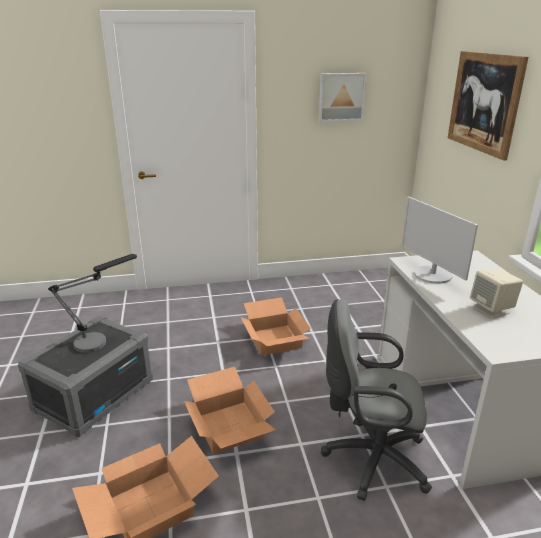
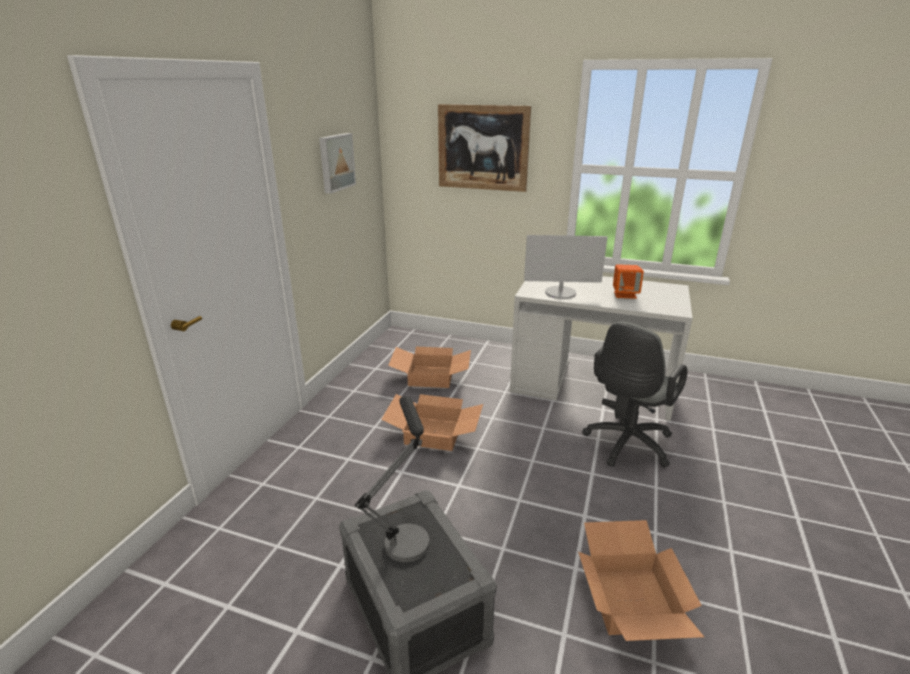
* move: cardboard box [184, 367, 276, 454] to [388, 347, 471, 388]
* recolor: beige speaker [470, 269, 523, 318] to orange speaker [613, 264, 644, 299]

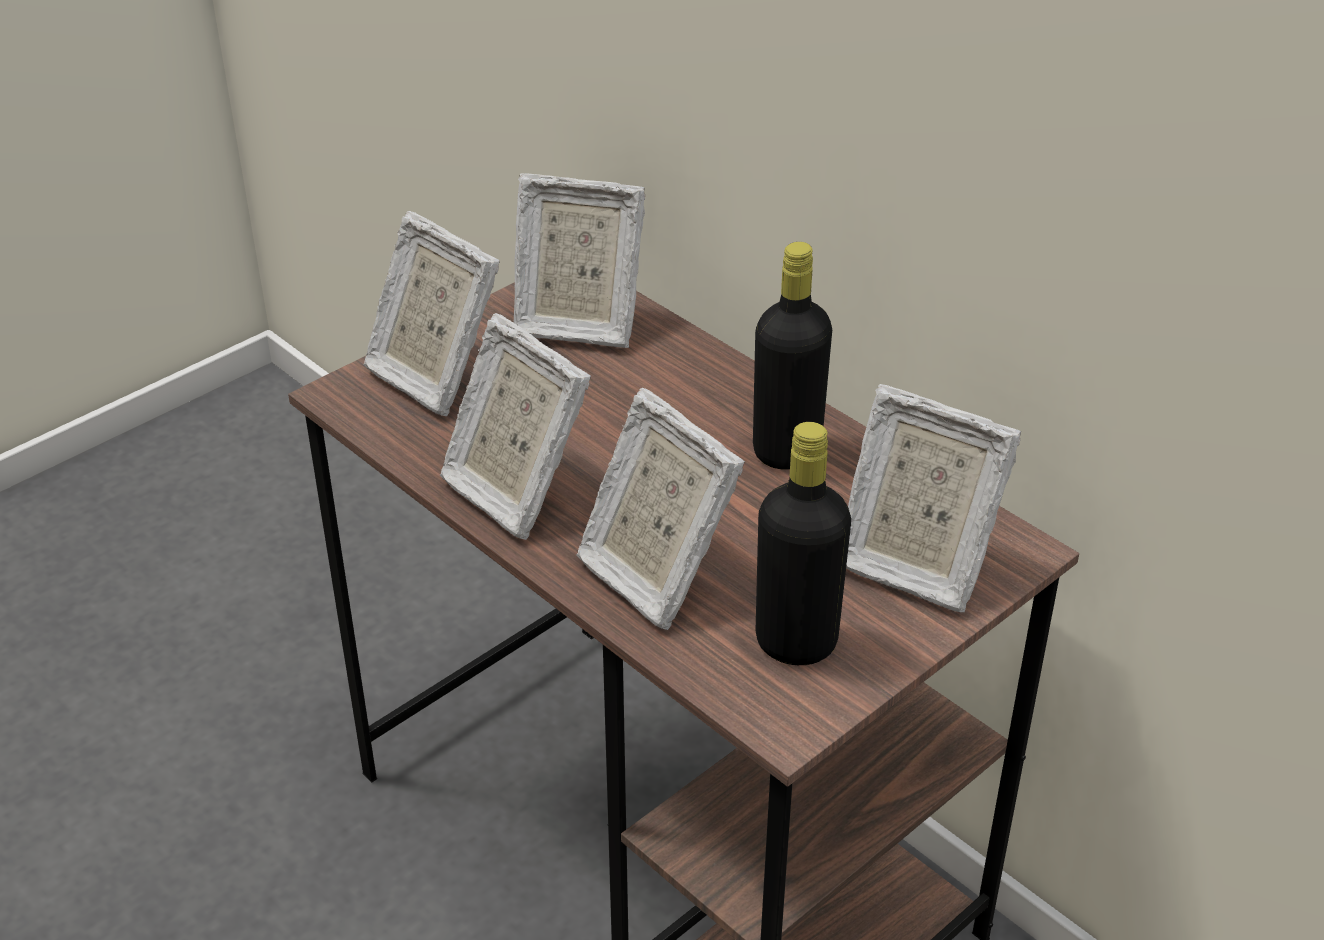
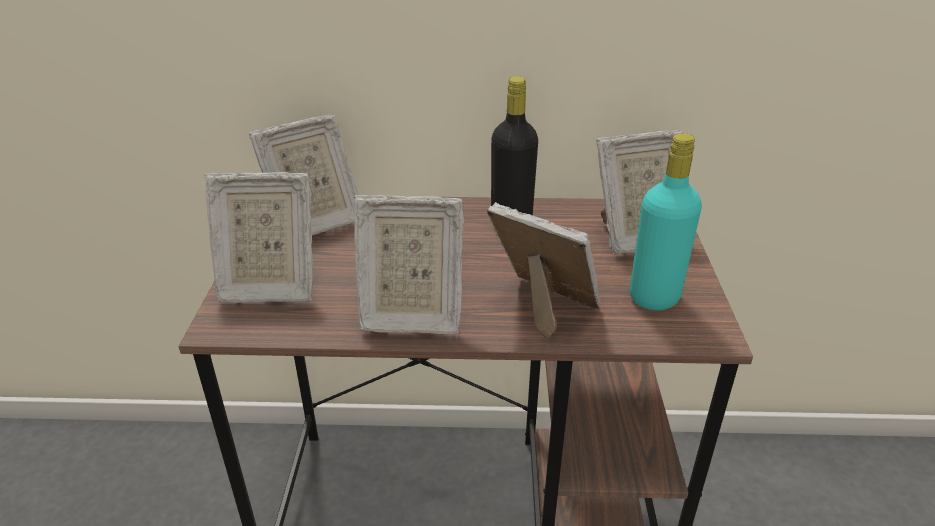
* rotate: picture frame [576, 388, 745, 630] = [487, 202, 600, 339] 150 degrees counterclockwise
* recolor: black bottle [756, 422, 851, 665] to turquoise bottle [630, 133, 702, 310]

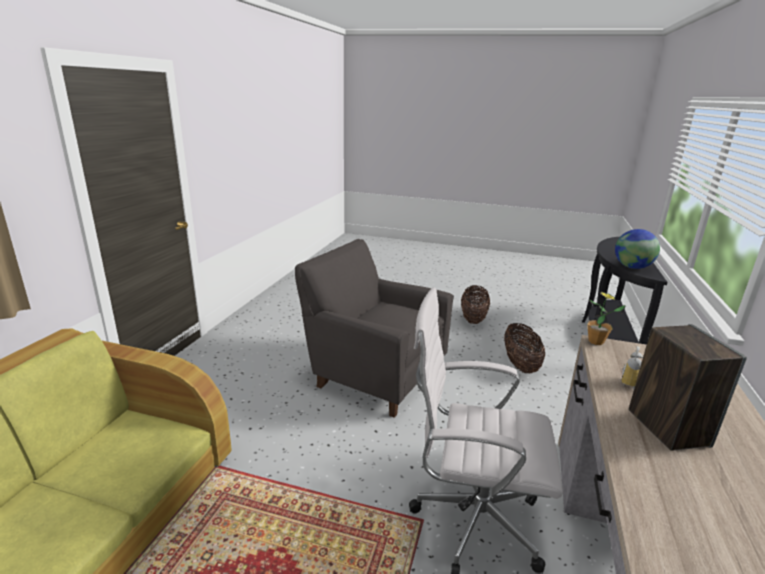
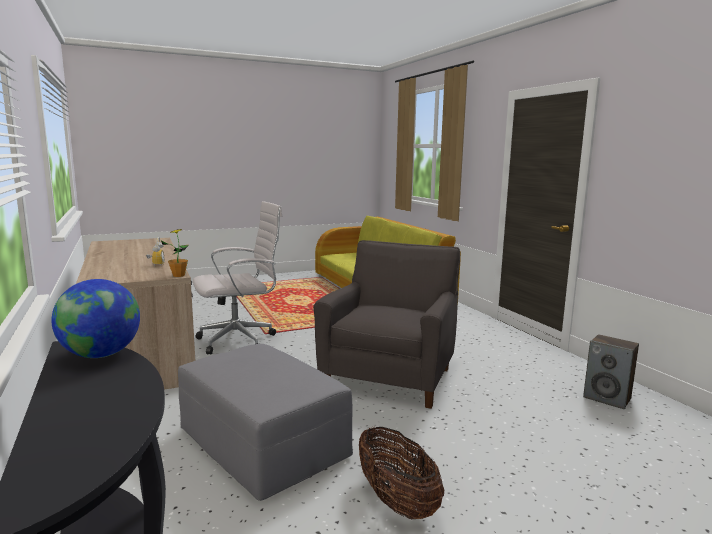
* rotate: grey armchair [295, 239, 454, 418] = [313, 240, 460, 409] 60 degrees counterclockwise
* replace: basket [504, 323, 545, 373] to grey ottoman [178, 344, 353, 501]
* move: speaker [629, 324, 747, 451] to [583, 334, 639, 409]

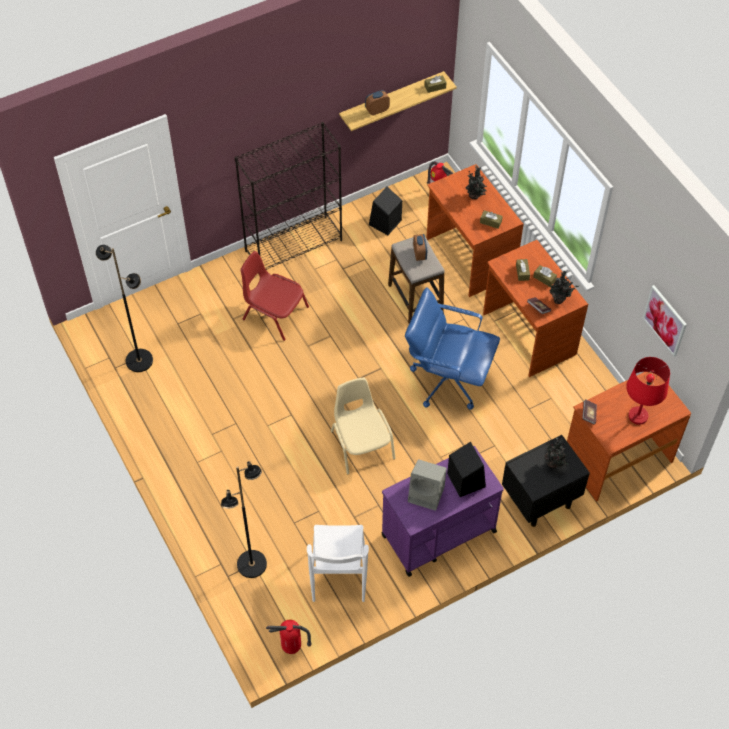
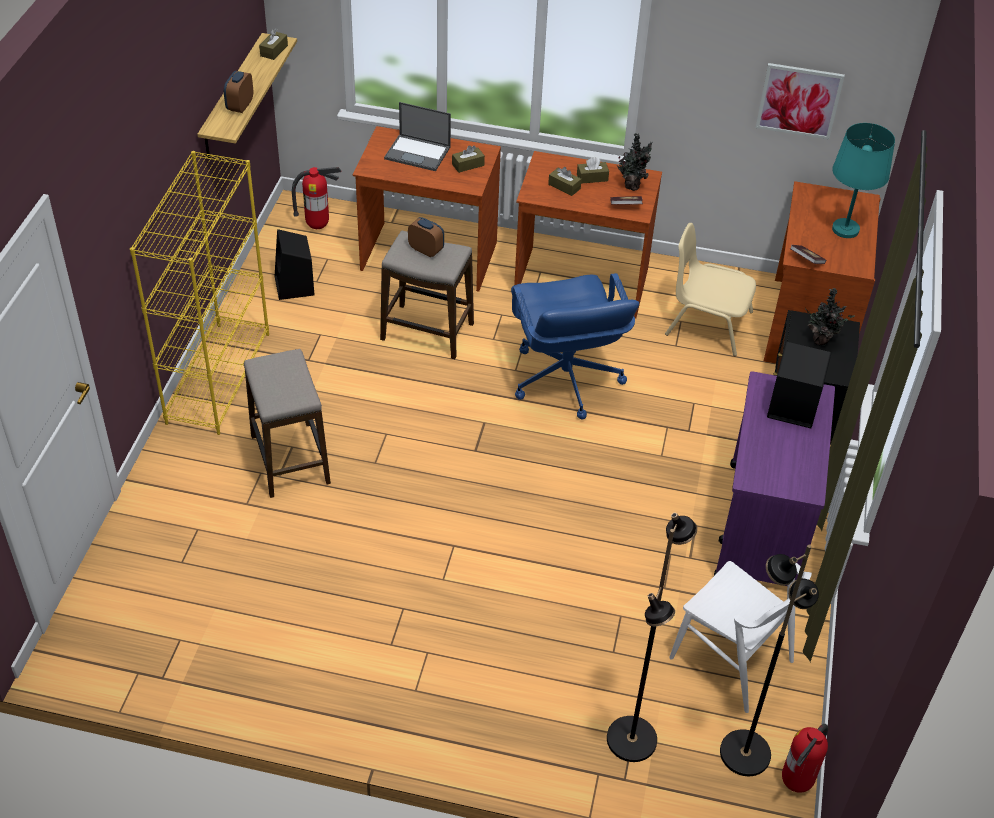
* move: black floor lamp [96, 245, 153, 372] to [720, 545, 819, 776]
* recolor: black bookcase [235, 122, 342, 270] to yellow bookcase [130, 151, 269, 435]
* replace: red chair [241, 251, 309, 341] to stool [244, 349, 331, 498]
* move: beige chair [331, 378, 395, 475] to [665, 223, 756, 356]
* rotate: blue office chair [405, 288, 500, 410] = [511, 273, 639, 420] 75 degrees counterclockwise
* delete: grey speaker [408, 459, 447, 511]
* replace: potted plant [465, 165, 487, 199] to laptop [384, 102, 451, 171]
* recolor: red table lamp [626, 357, 670, 425] to turquoise table lamp [832, 123, 895, 238]

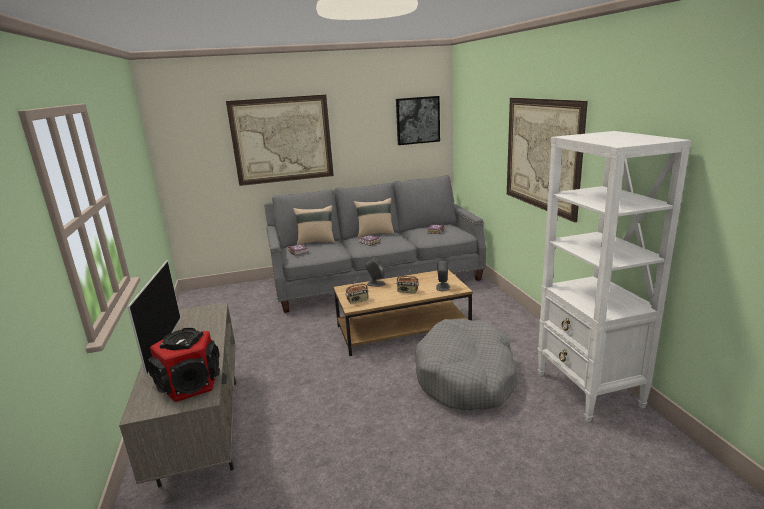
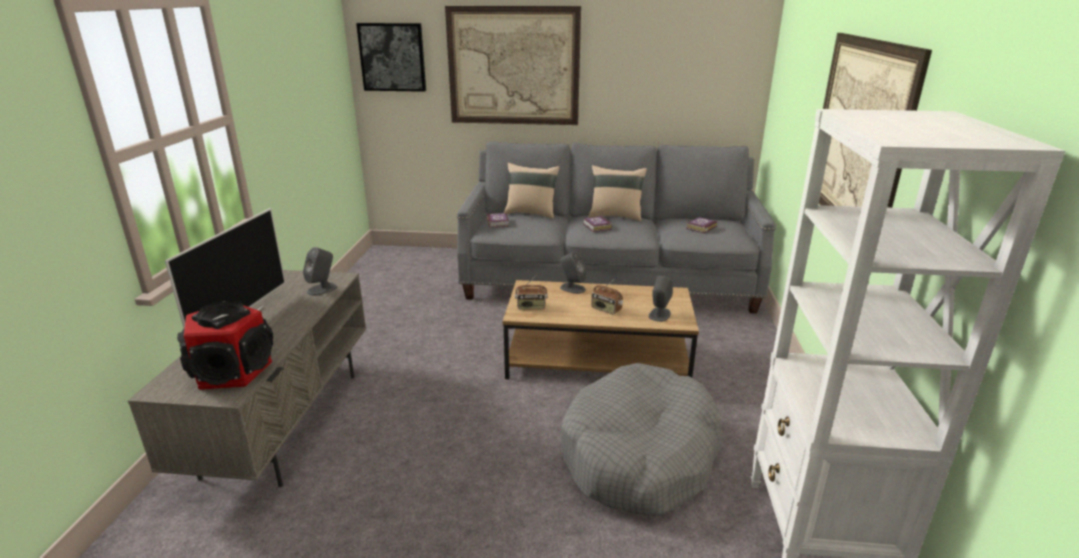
* move: picture [396, 96, 440, 145] to [356, 23, 426, 92]
* insert: grey speaker [303, 247, 337, 296]

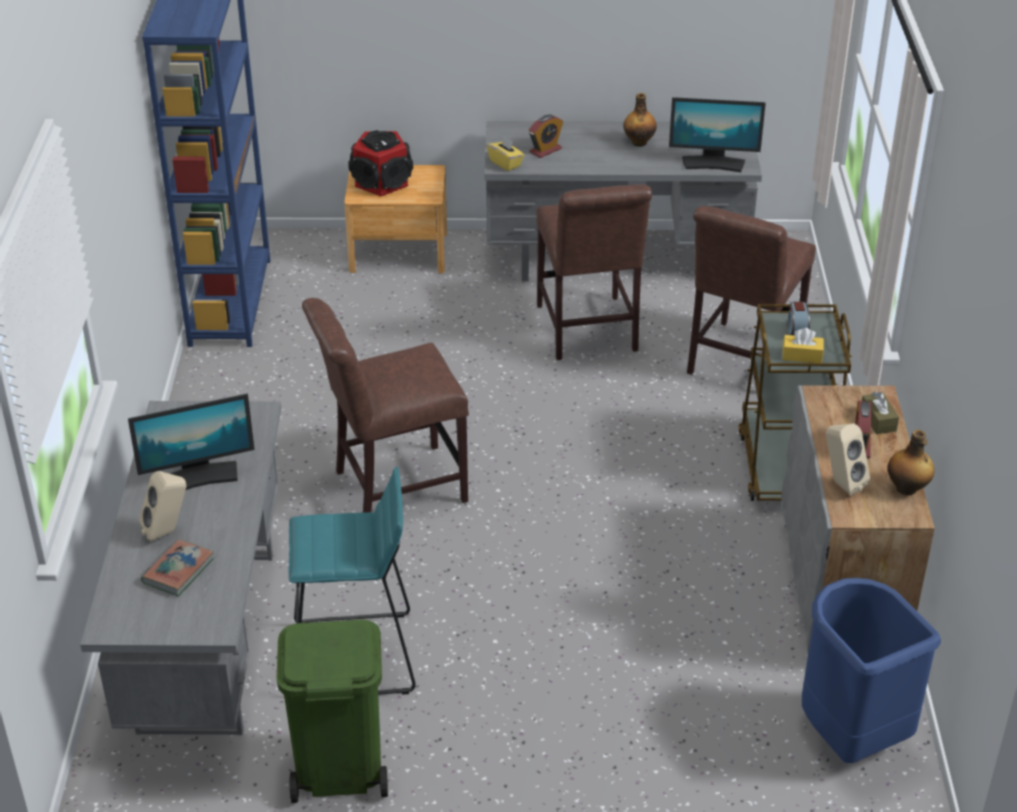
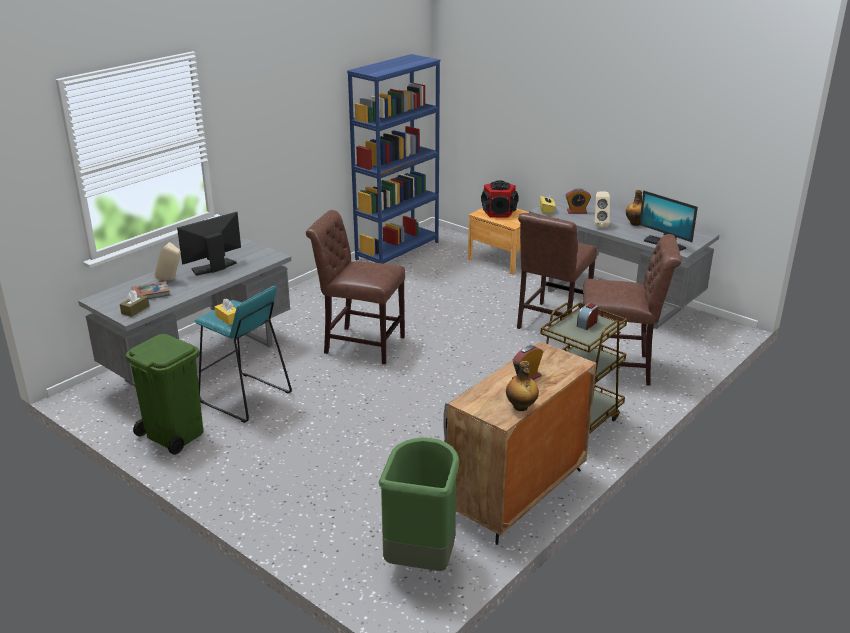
* rotate: monitor [128, 393, 255, 490] = [177, 212, 241, 276] 120 degrees clockwise
* rotate: brown chair [687, 206, 816, 375] = [583, 234, 682, 386] 150 degrees counterclockwise
* move: yellow tissue box [782, 328, 824, 363] to [215, 298, 236, 325]
* recolor: blue trash can [802, 578, 941, 763] to green trash can [378, 437, 459, 571]
* move: beige speaker [826, 423, 870, 496] to [595, 191, 610, 228]
* move: brown tissue box [862, 391, 899, 434] to [120, 290, 149, 317]

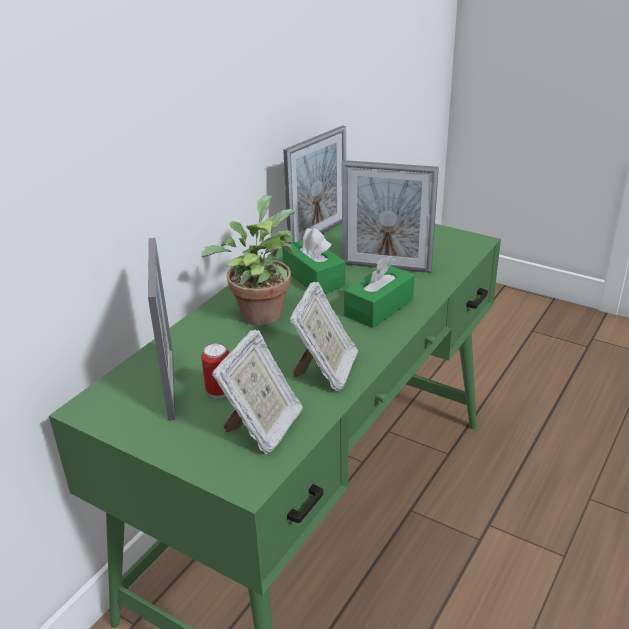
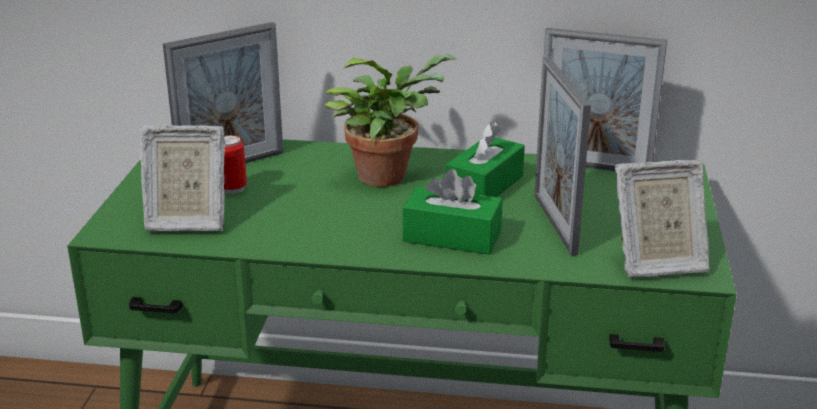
* move: picture frame [290, 282, 358, 392] to [615, 160, 710, 278]

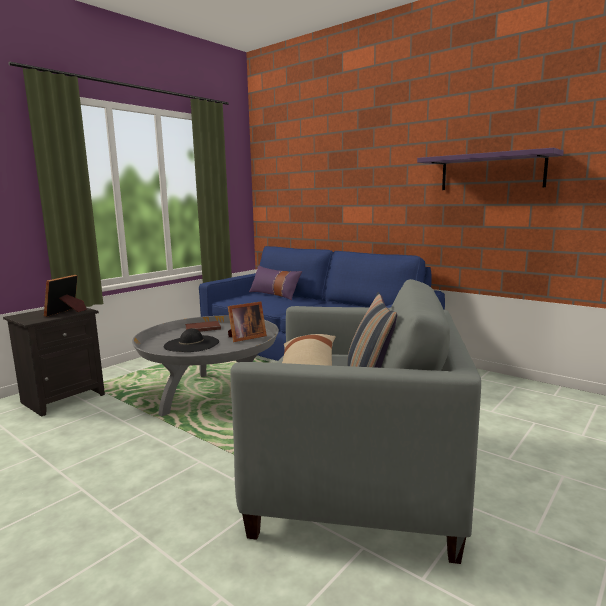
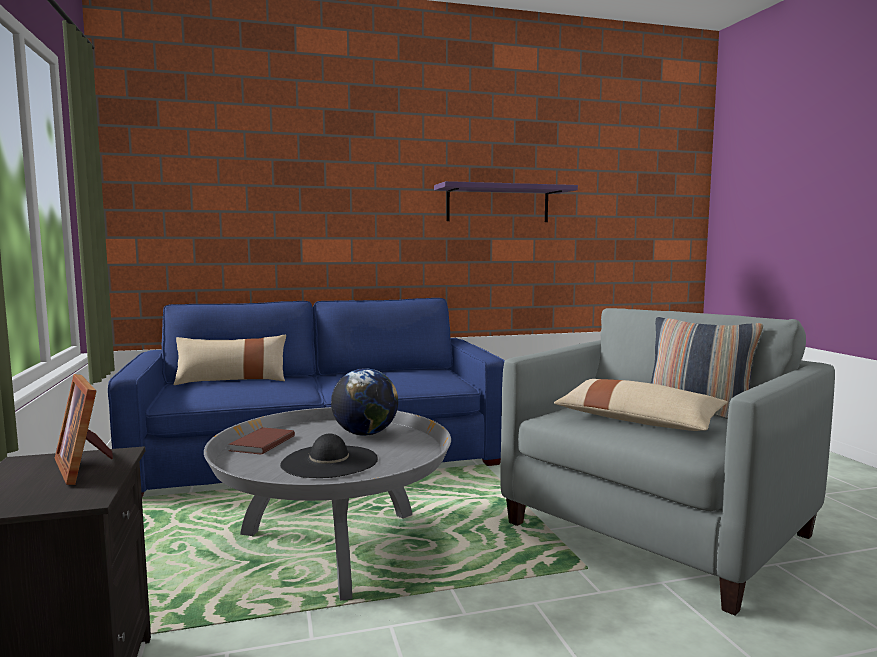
* replace: picture frame [228, 302, 267, 342] to globe [331, 368, 398, 436]
* recolor: purple pillow [249, 266, 302, 300] to beige pillow [174, 335, 286, 385]

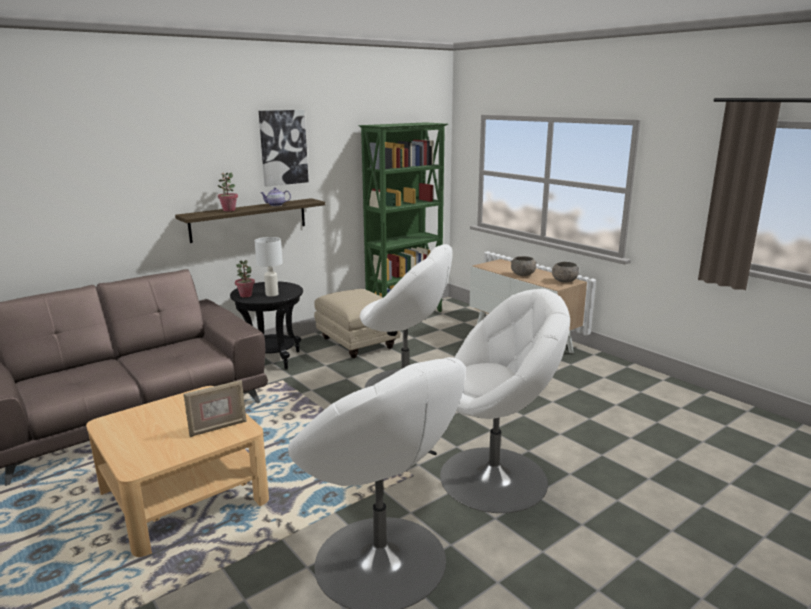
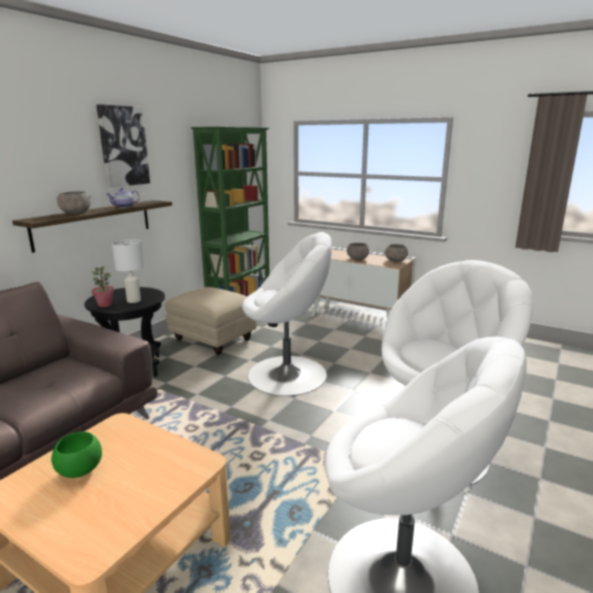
* delete: picture frame [183, 380, 247, 437]
* replace: potted plant [217, 173, 238, 211] to grey bowl [57, 191, 91, 214]
* insert: green bowl [51, 432, 102, 478]

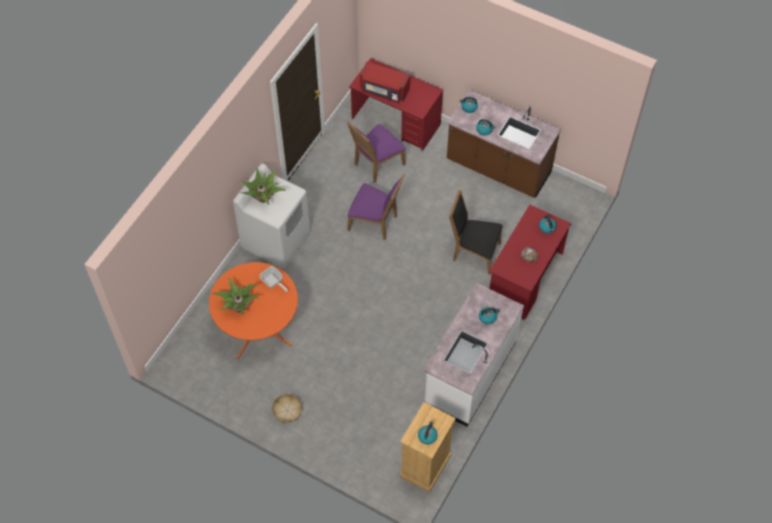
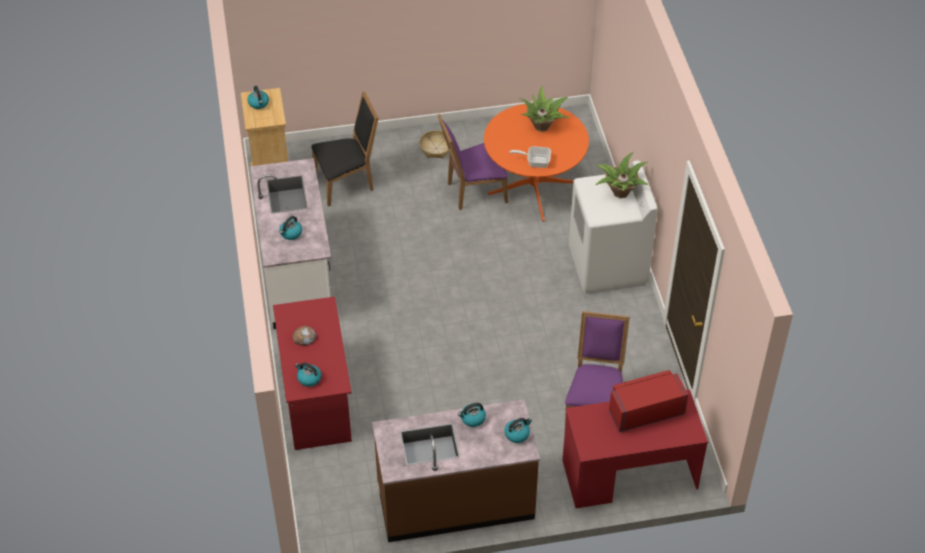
* move: purple chair [347, 173, 405, 240] to [437, 114, 508, 210]
* move: black chair [449, 189, 502, 275] to [312, 91, 379, 207]

